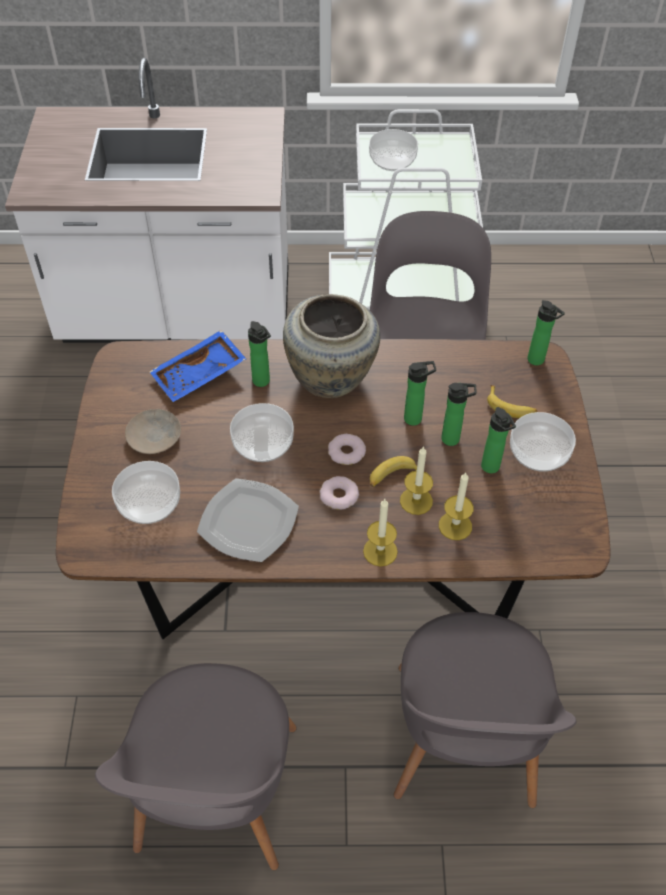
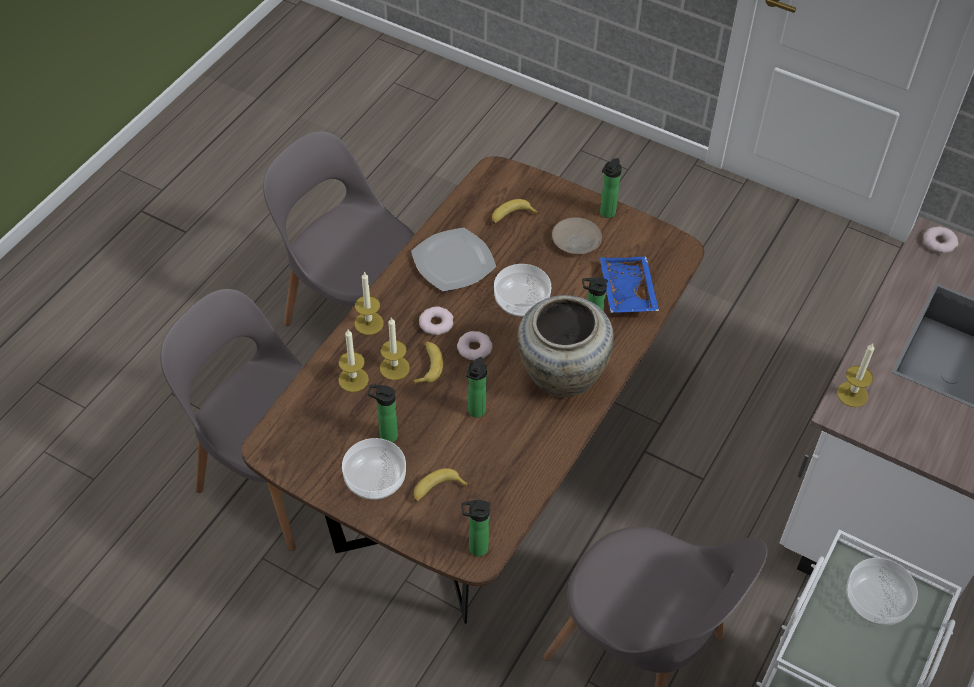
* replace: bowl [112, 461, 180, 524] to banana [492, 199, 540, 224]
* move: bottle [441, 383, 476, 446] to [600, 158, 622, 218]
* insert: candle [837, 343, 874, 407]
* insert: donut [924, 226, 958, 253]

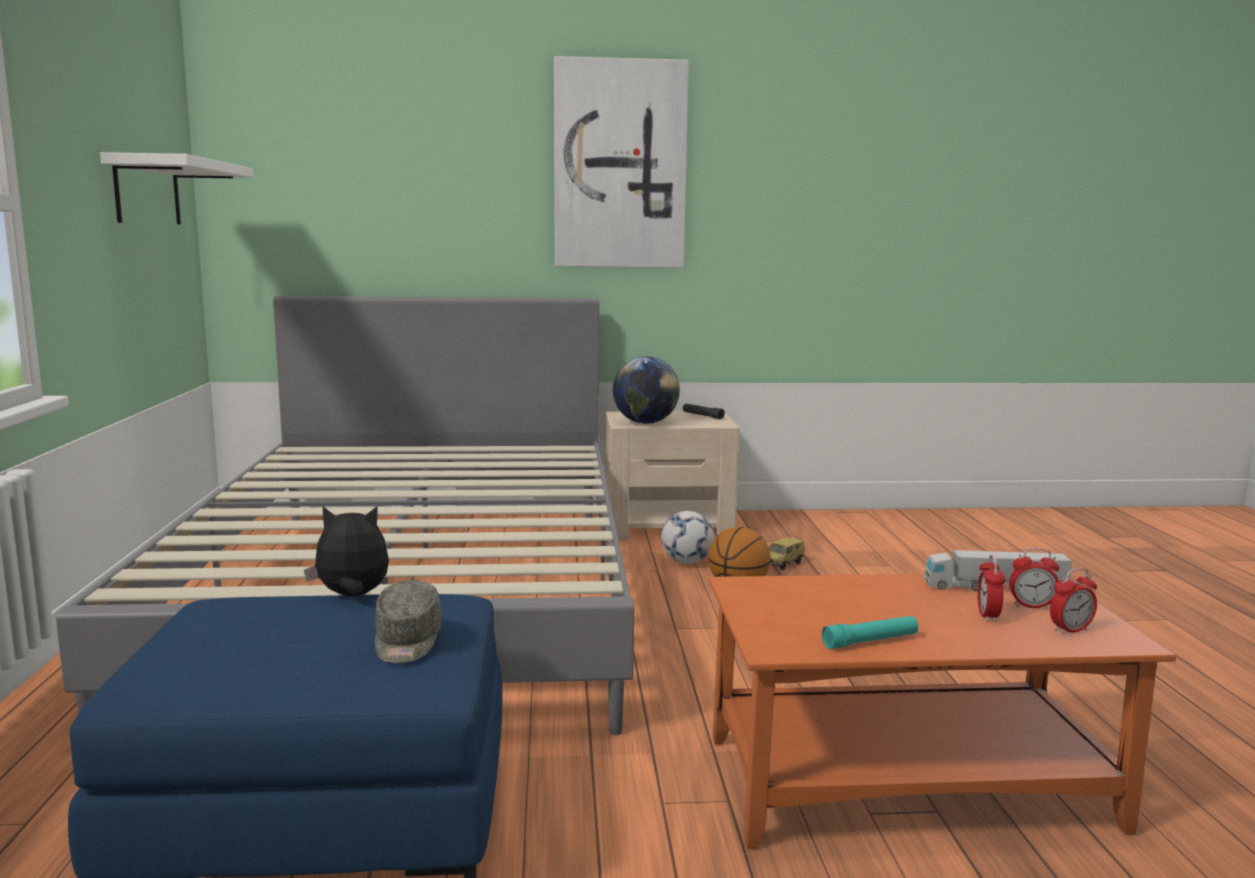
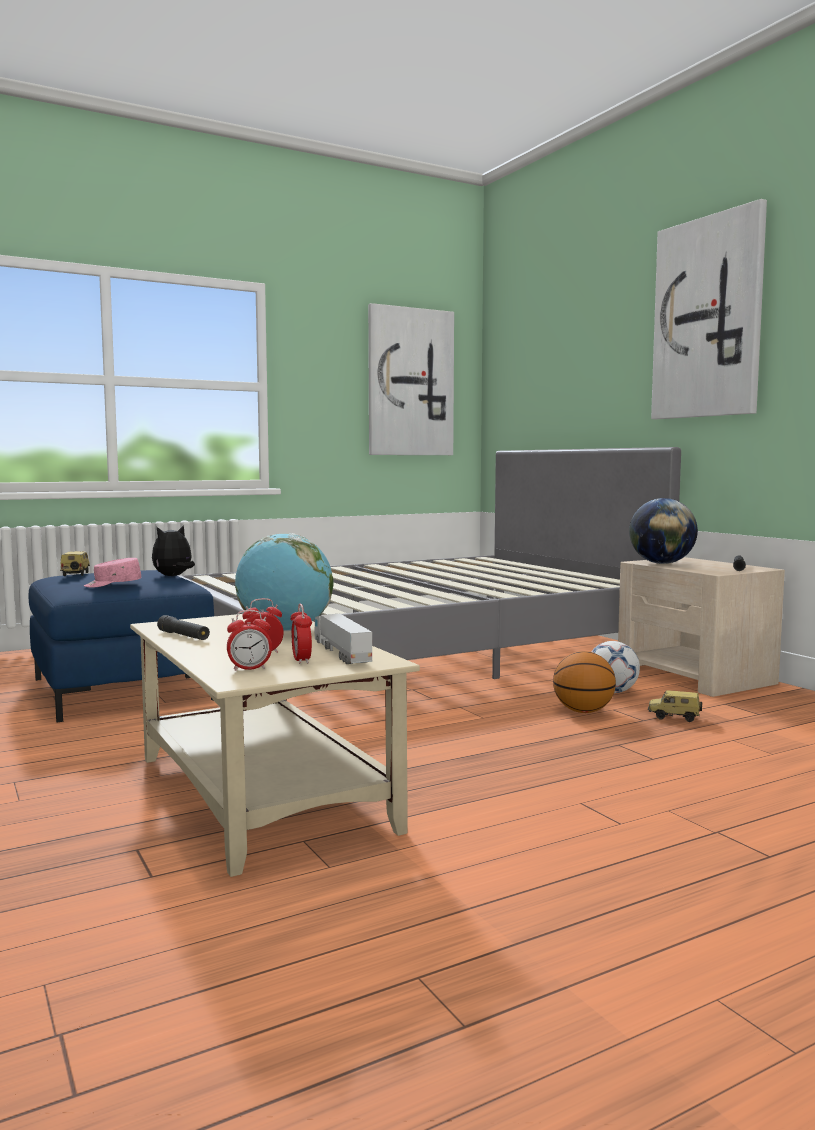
* replace: white shelf [100, 152, 254, 224] to picture [368, 303, 454, 455]
* rotate: plush toy [304, 506, 389, 596] = [152, 525, 195, 576] 105 degrees counterclockwise
* recolor: grey cap [375, 580, 442, 663] to pink cap [84, 558, 141, 587]
* recolor: orange coffee table [709, 574, 1176, 849] to beige coffee table [130, 614, 420, 877]
* recolor: turquoise flashlight [822, 616, 918, 649] to black flashlight [157, 615, 210, 640]
* rotate: alarm clock [1050, 568, 1097, 634] = [227, 610, 272, 671] 60 degrees counterclockwise
* insert: toy car [60, 551, 90, 576]
* insert: globe [235, 533, 334, 631]

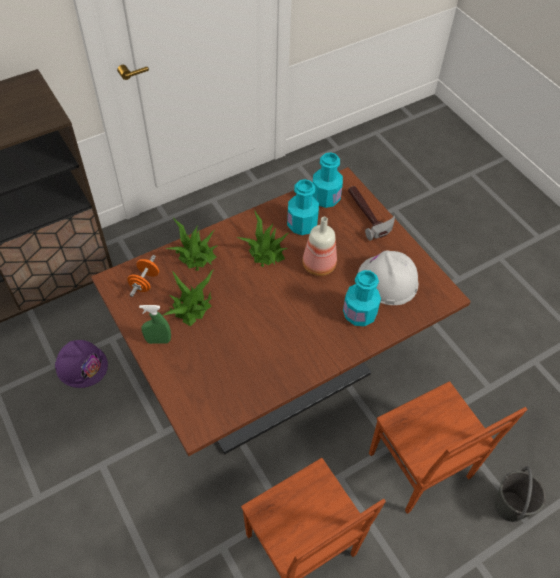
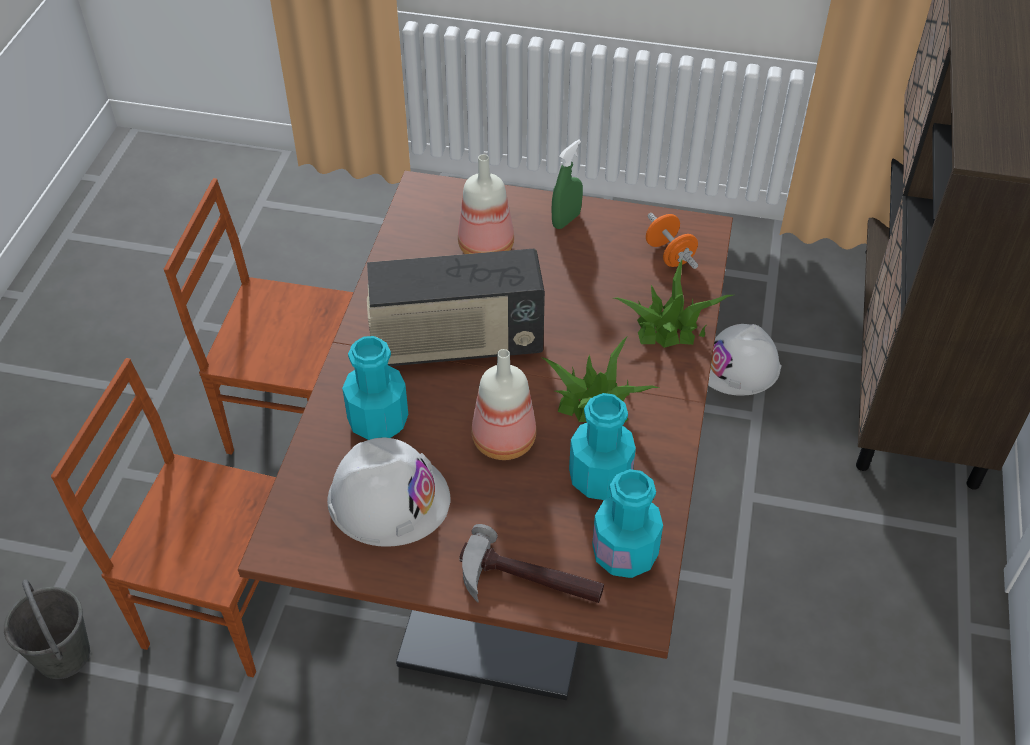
* recolor: purple hard hat [55, 340, 108, 388] to white hard hat [708, 324, 782, 396]
* delete: potted plant [163, 268, 215, 326]
* insert: radio [367, 249, 545, 366]
* insert: bottle [458, 154, 514, 254]

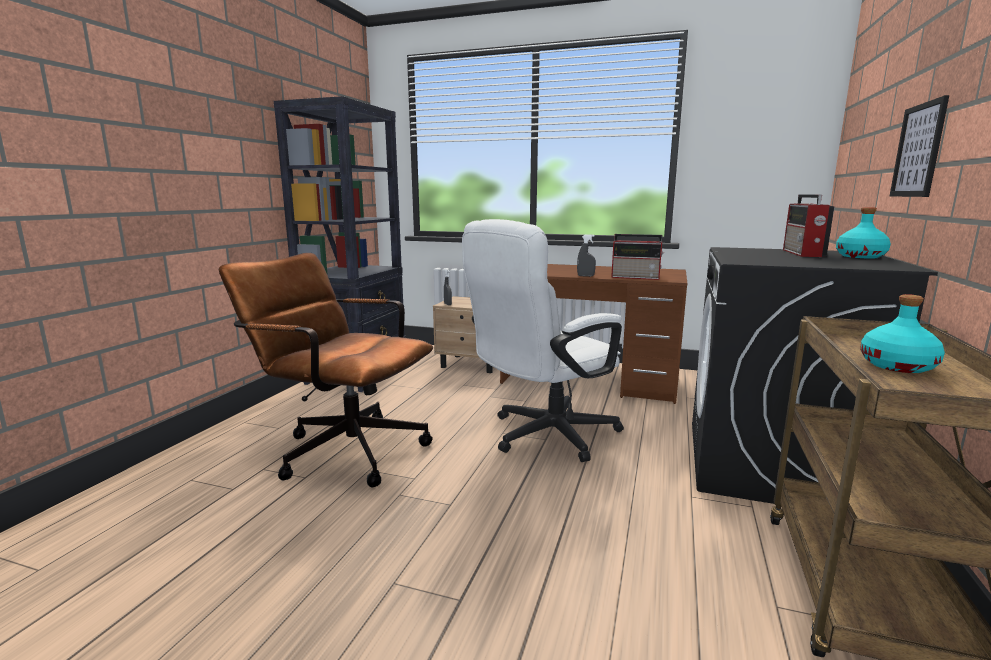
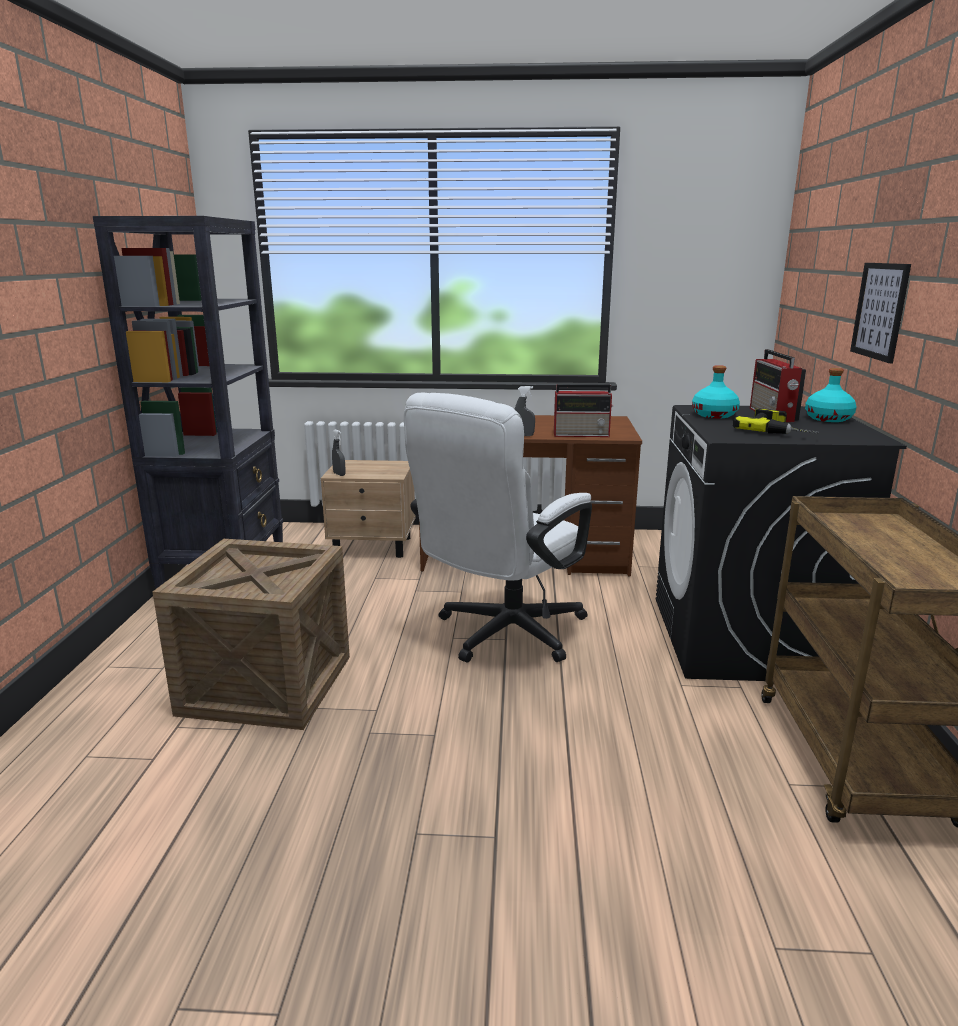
* replace: brown office chair [219, 253, 433, 487] to crate [153, 539, 350, 730]
* move: turquoise bottle [860, 294, 945, 373] to [692, 365, 740, 418]
* insert: power drill [732, 408, 819, 434]

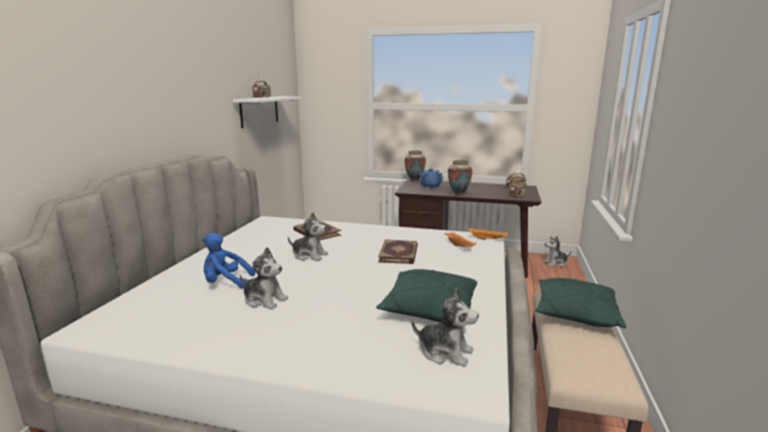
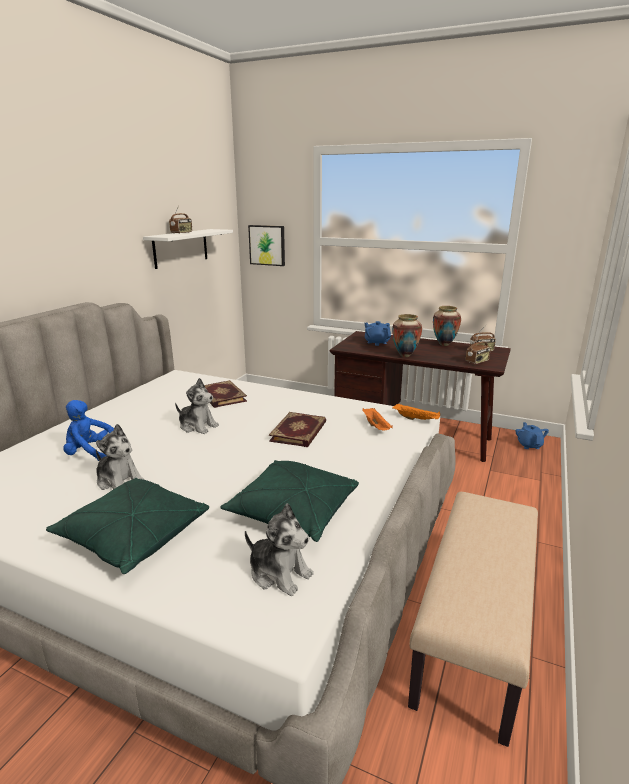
* move: vase [405, 151, 426, 181] to [433, 306, 461, 346]
* move: green pillow [535, 278, 626, 328] to [46, 478, 209, 574]
* replace: plush toy [543, 236, 571, 267] to blue teapot [515, 422, 549, 449]
* insert: picture [248, 225, 285, 266]

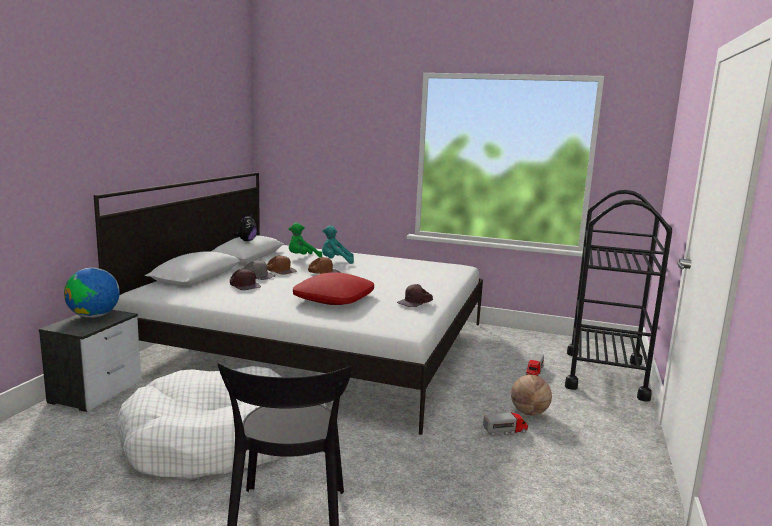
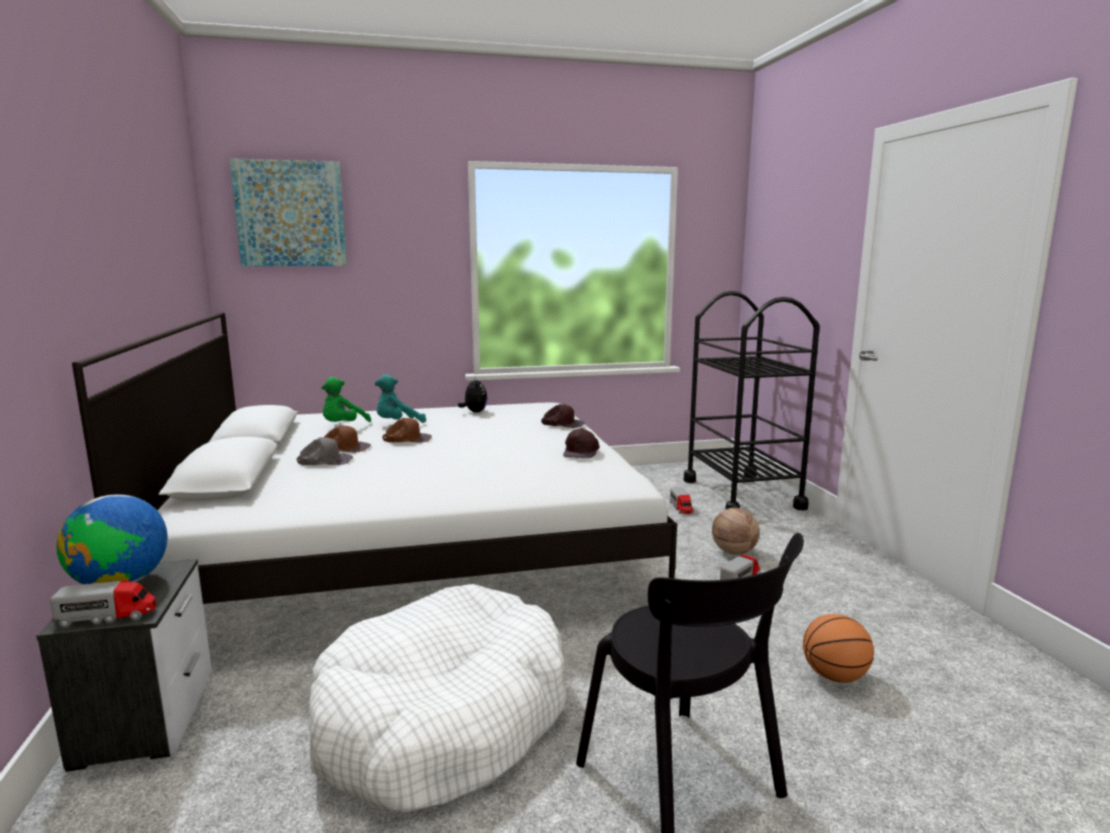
* move: brown cap [230, 268, 261, 290] to [541, 404, 585, 428]
* move: plush toy [232, 214, 257, 241] to [458, 379, 488, 412]
* delete: red pillow [293, 272, 374, 305]
* insert: toy truck [50, 580, 157, 628]
* insert: picture [230, 158, 347, 266]
* insert: basketball [803, 614, 874, 683]

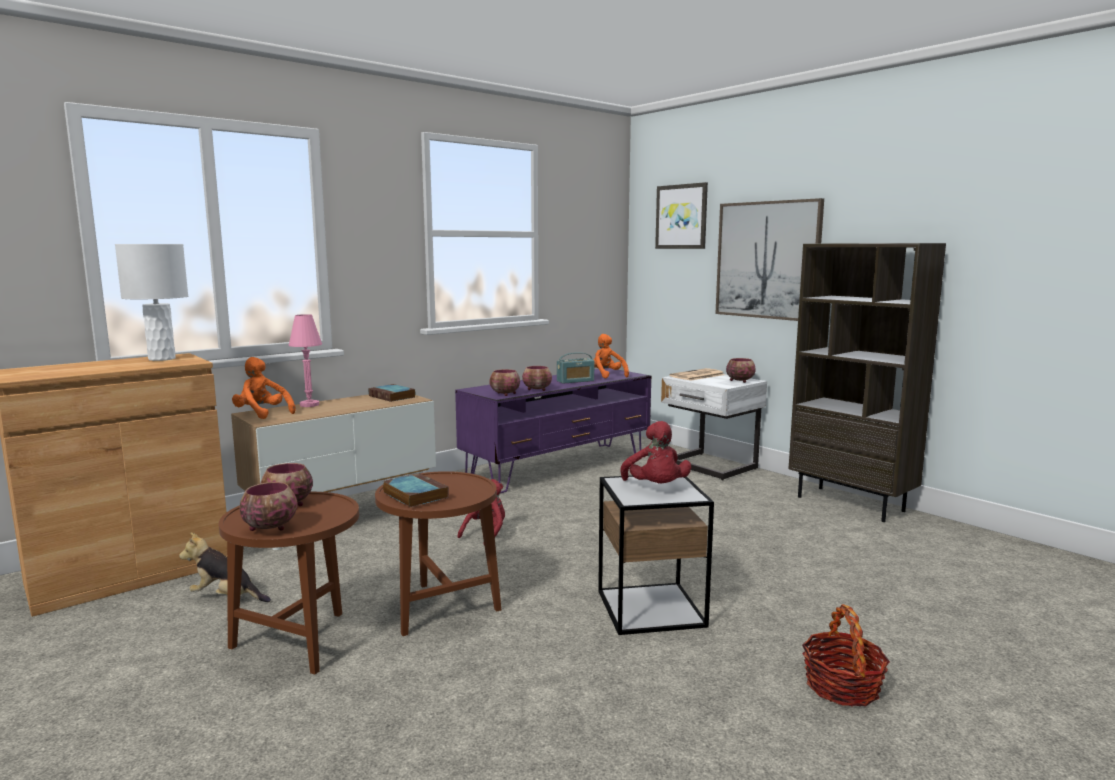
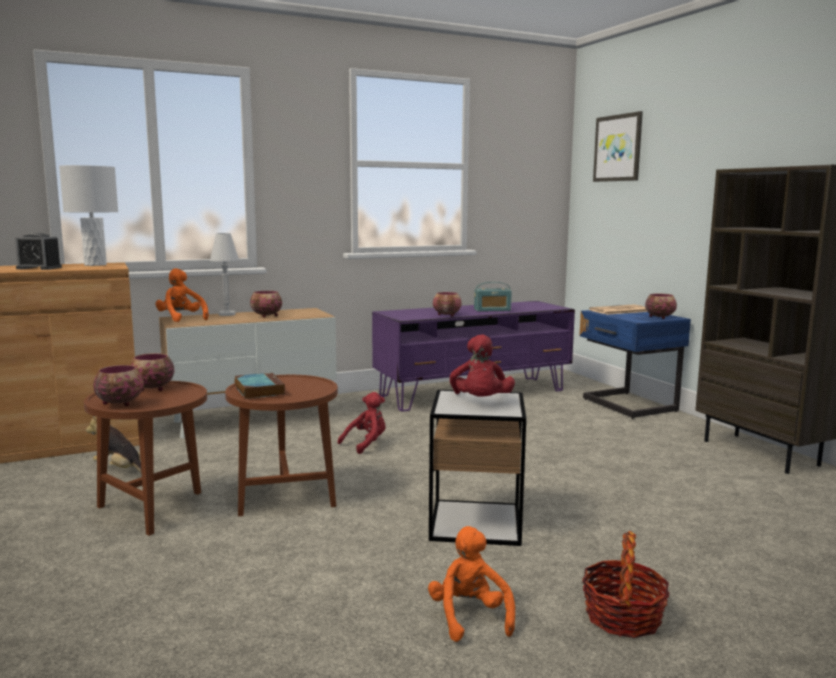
* recolor: pink table lamp [288, 314, 322, 407] to white table lamp [210, 233, 239, 316]
* delete: book [368, 384, 416, 402]
* move: bowl [489, 369, 520, 396] to [250, 291, 282, 318]
* move: orange plush toy [594, 334, 629, 378] to [428, 526, 515, 642]
* recolor: white nightstand [661, 374, 767, 480] to blue nightstand [579, 310, 691, 419]
* delete: picture [715, 198, 824, 321]
* insert: alarm clock [15, 233, 62, 270]

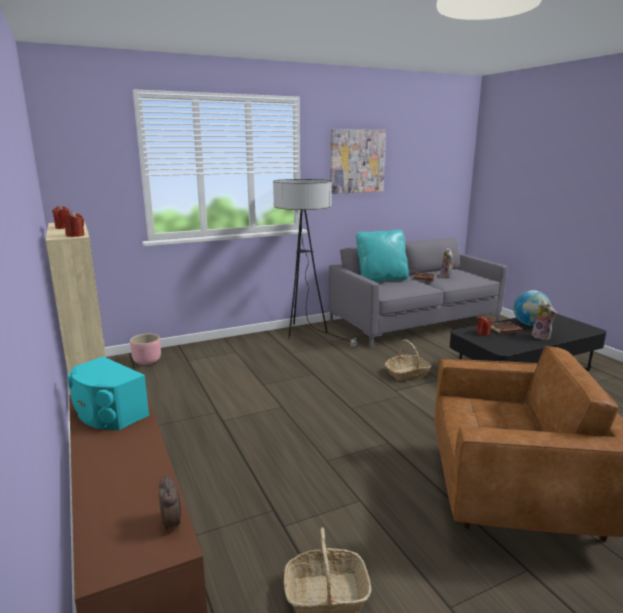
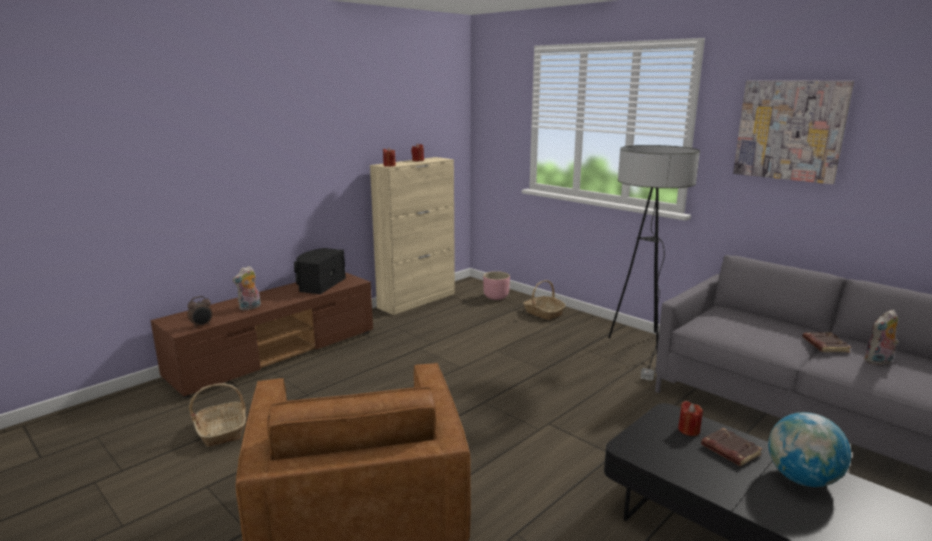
* recolor: turquoise speaker [68, 356, 150, 430] to black speaker [294, 248, 346, 294]
* delete: turquoise pillow [356, 230, 409, 283]
* move: basket [385, 339, 431, 381] to [523, 280, 566, 320]
* move: plush toy [529, 301, 557, 340] to [232, 266, 261, 311]

